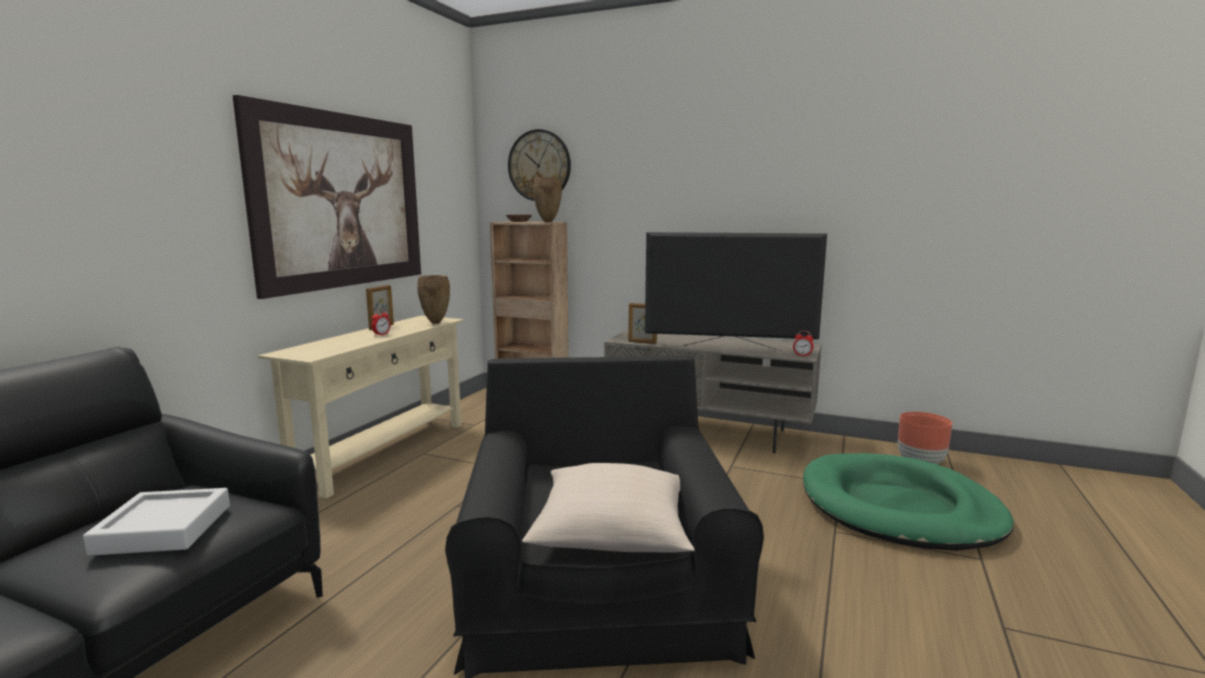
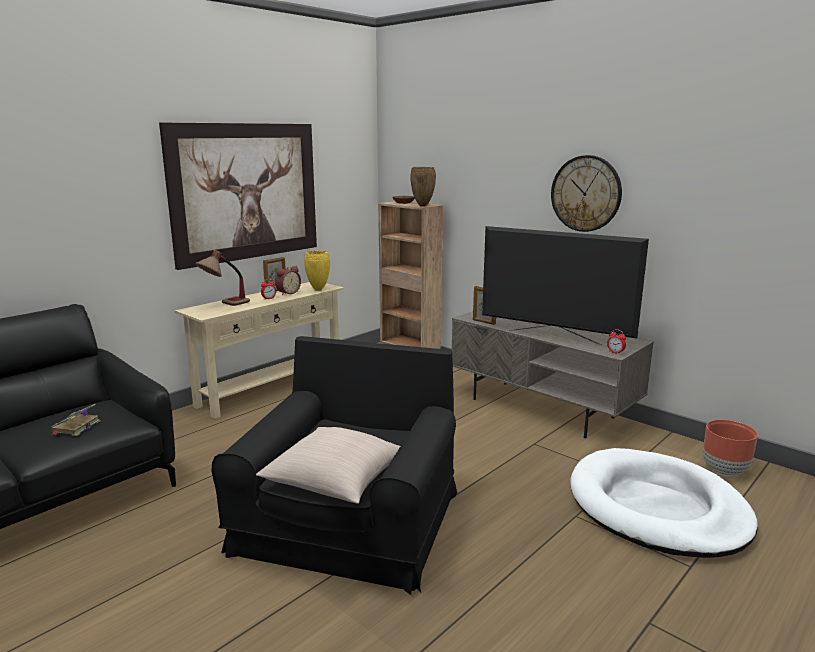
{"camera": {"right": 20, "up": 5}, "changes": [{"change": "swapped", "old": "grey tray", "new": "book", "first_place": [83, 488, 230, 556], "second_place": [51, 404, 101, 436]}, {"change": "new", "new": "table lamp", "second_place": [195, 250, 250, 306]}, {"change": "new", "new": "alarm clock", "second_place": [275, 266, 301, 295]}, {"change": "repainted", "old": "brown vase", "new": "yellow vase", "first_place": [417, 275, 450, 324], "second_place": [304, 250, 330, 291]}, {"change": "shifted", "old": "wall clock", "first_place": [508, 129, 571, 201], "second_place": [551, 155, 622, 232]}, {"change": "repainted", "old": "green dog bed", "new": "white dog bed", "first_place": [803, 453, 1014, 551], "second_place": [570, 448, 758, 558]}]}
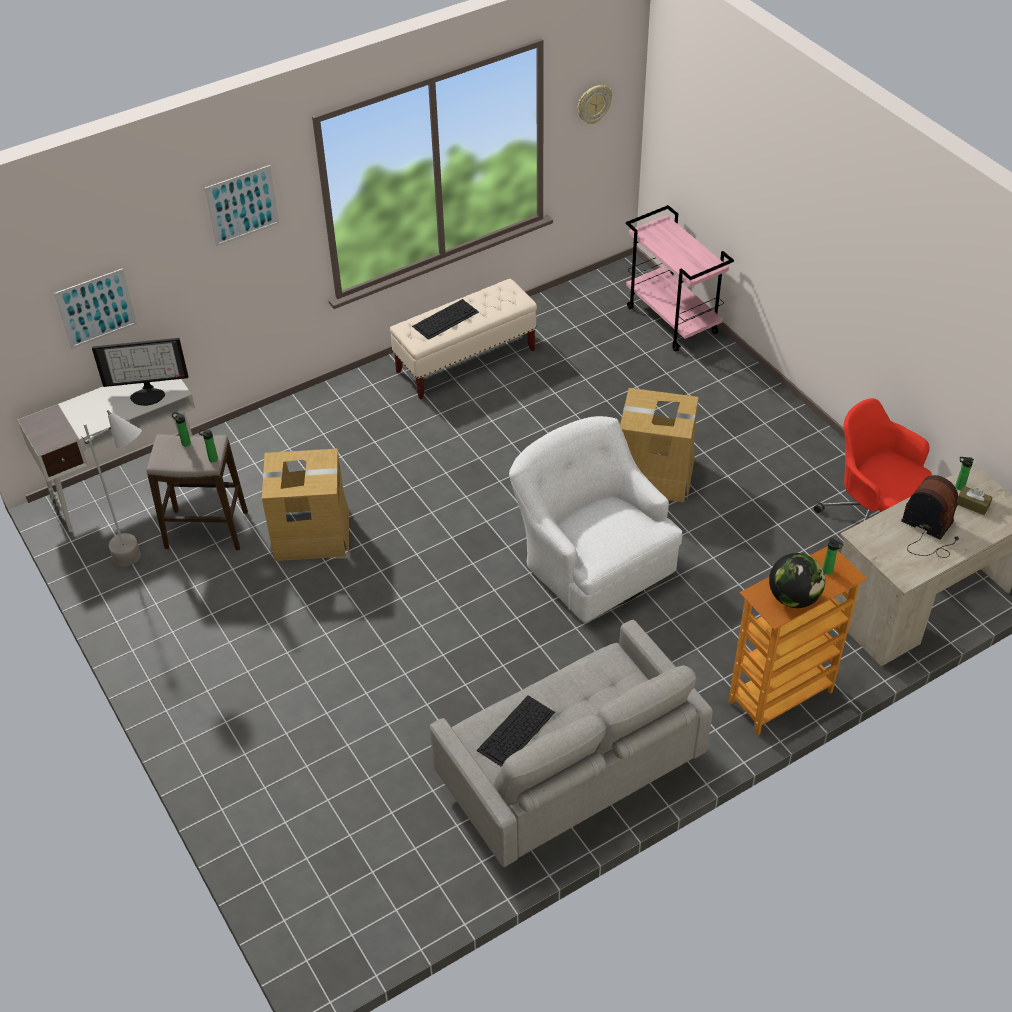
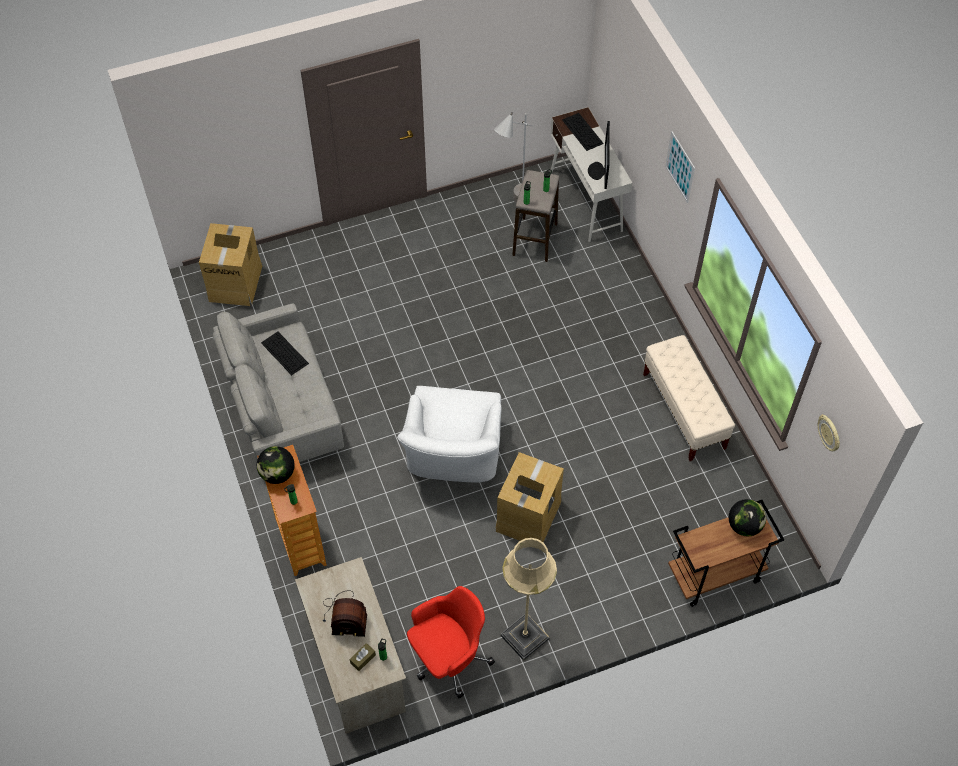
{"camera": {"right": 100, "up": 10}, "changes": [{"change": "shifted", "old": "cardboard box", "first_place": [262, 449, 349, 561], "second_place": [199, 223, 262, 306]}, {"change": "rotated", "old": "radio", "first_place": [902, 475, 959, 558], "second_place": [323, 591, 367, 637], "degrees": 45}, {"change": "rotated", "old": "white armchair", "first_place": [509, 416, 682, 623], "second_place": [397, 386, 501, 483], "degrees": 120}, {"change": "new", "new": "beige floor lamp", "second_place": [501, 538, 557, 661]}, {"change": "shifted", "old": "keyboard", "first_place": [412, 299, 479, 340], "second_place": [562, 113, 604, 151]}, {"change": "repainted", "old": "pink cart", "new": "brown cart", "first_place": [626, 205, 734, 352], "second_place": [668, 500, 784, 607]}, {"change": "new", "new": "globe", "second_place": [729, 499, 766, 536]}, {"change": "gone", "old": "picture", "first_place": [54, 268, 137, 349]}]}
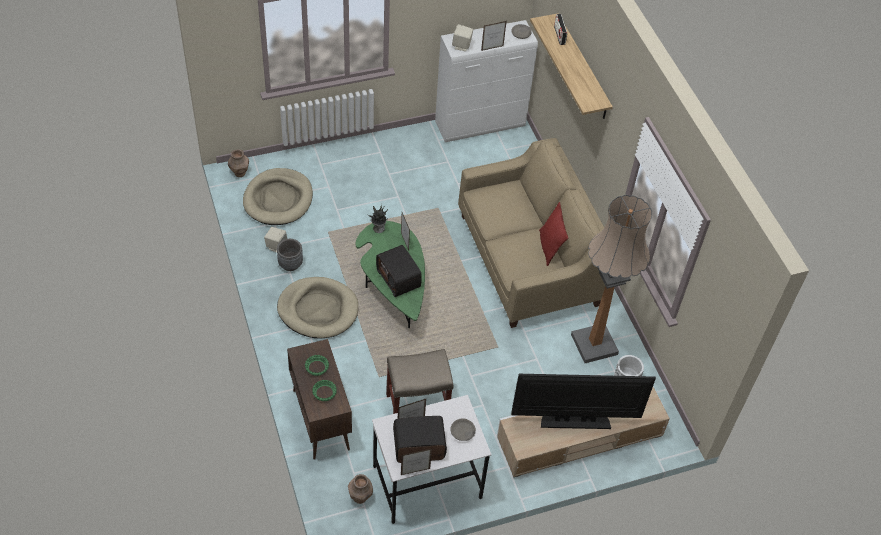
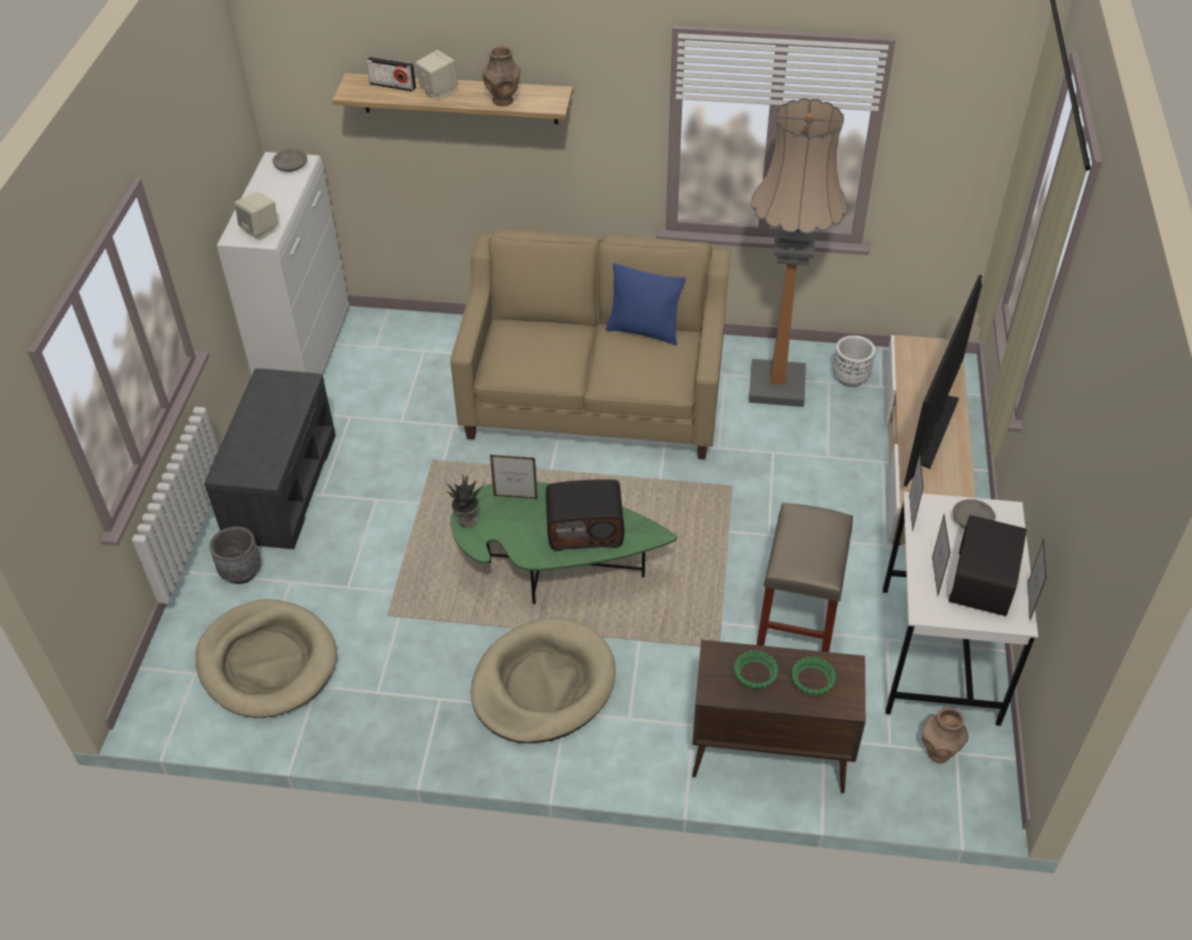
{"camera": {"right": -60, "up": -5}, "changes": [{"change": "new", "new": "grey bench", "second_place": [204, 368, 336, 549]}, {"change": "shifted", "old": "grey planter", "first_place": [277, 239, 303, 271], "second_place": [210, 526, 261, 584]}, {"change": "shifted", "old": "beige speaker", "first_place": [264, 227, 287, 253], "second_place": [415, 50, 458, 100]}, {"change": "shifted", "old": "brown vase", "first_place": [228, 149, 249, 177], "second_place": [482, 45, 521, 106]}, {"change": "repainted", "old": "red pillow", "new": "blue pillow", "first_place": [539, 202, 568, 266], "second_place": [606, 263, 686, 346]}, {"change": "shifted", "old": "picture frame", "first_place": [481, 21, 507, 51], "second_place": [909, 453, 924, 532]}]}
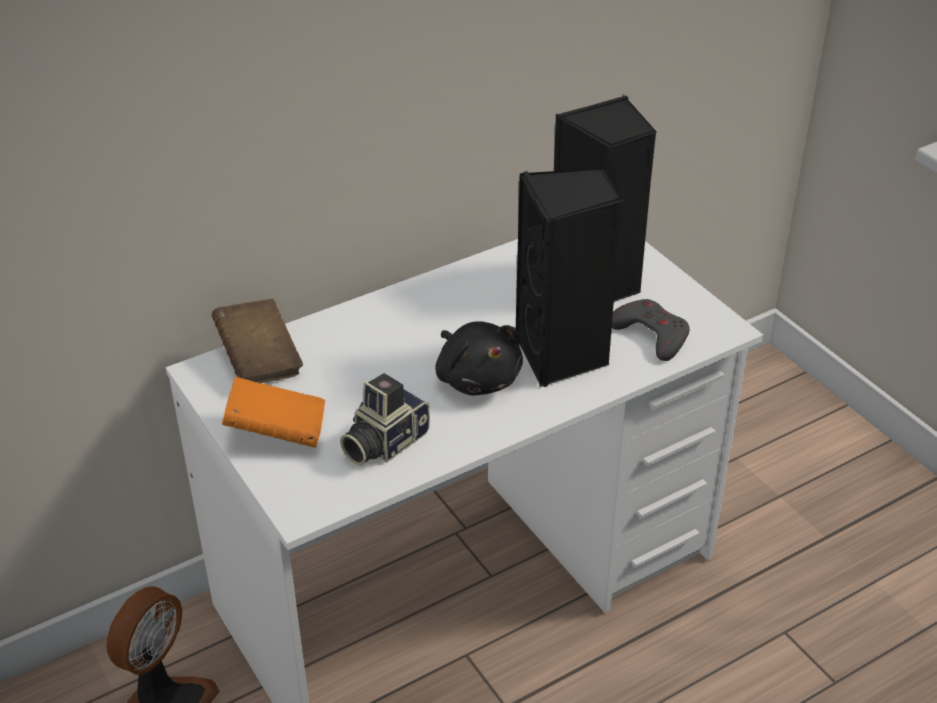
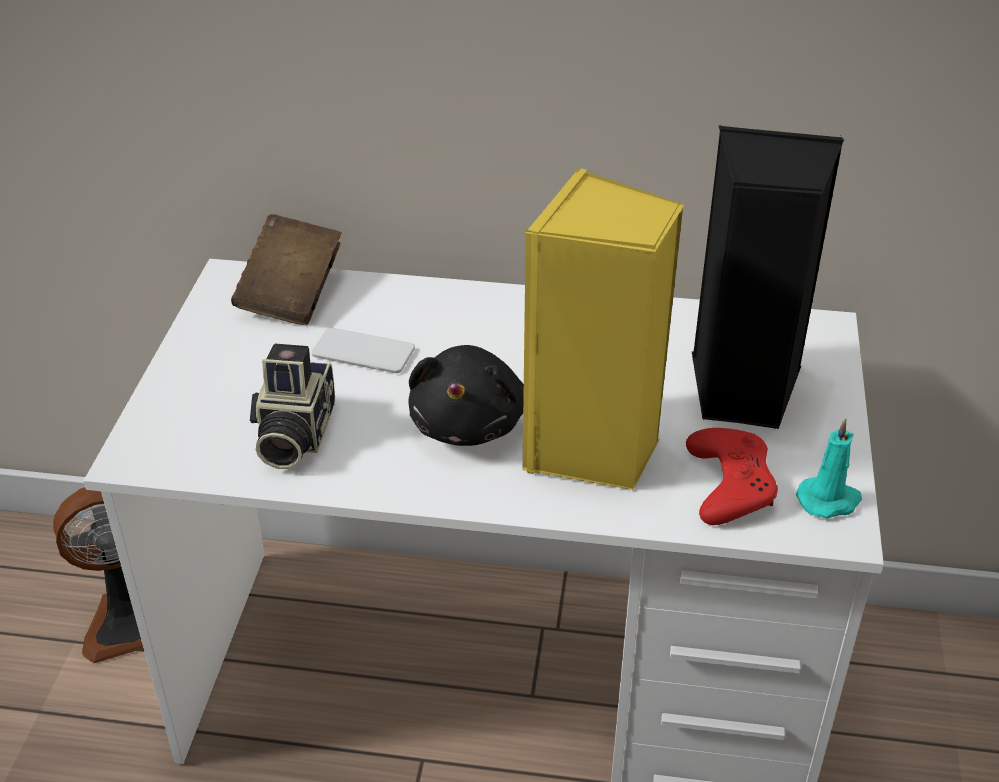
{"camera": {"right": 40, "up": 0}, "changes": [{"change": "rotated", "old": "photo camera", "first_place": [340, 373, 430, 465], "second_place": [250, 343, 335, 469], "degrees": -75}, {"change": "new", "new": "phone", "second_place": [311, 328, 415, 373]}, {"change": "repainted", "old": "black speaker", "new": "yellow speaker", "first_place": [516, 168, 623, 387], "second_place": [522, 168, 684, 490]}, {"change": "repainted", "old": "grey game controller", "new": "red game controller", "first_place": [612, 299, 690, 361], "second_place": [686, 428, 778, 525]}, {"change": "new", "new": "turquoise candle", "second_place": [796, 419, 862, 519]}, {"change": "gone", "old": "orange book", "first_place": [222, 377, 325, 448]}]}
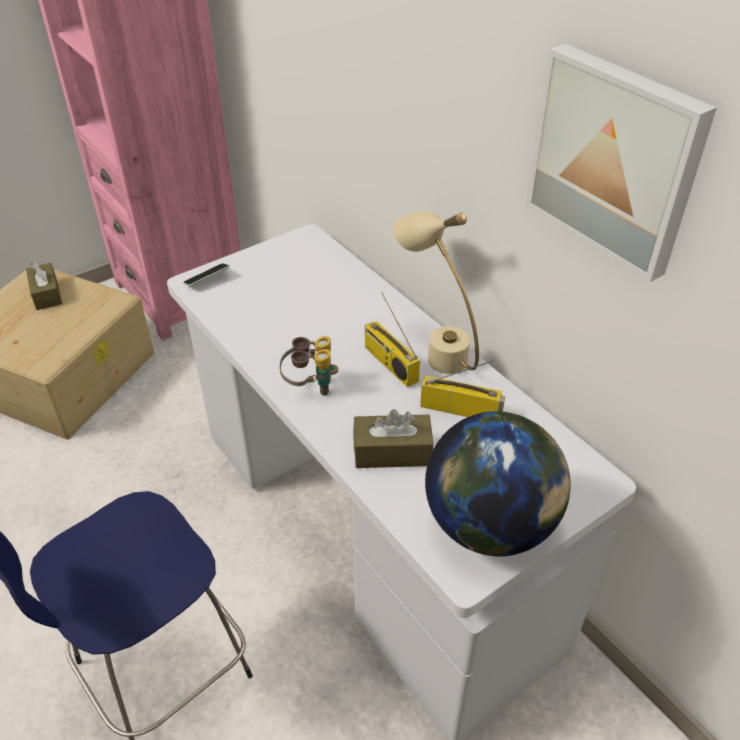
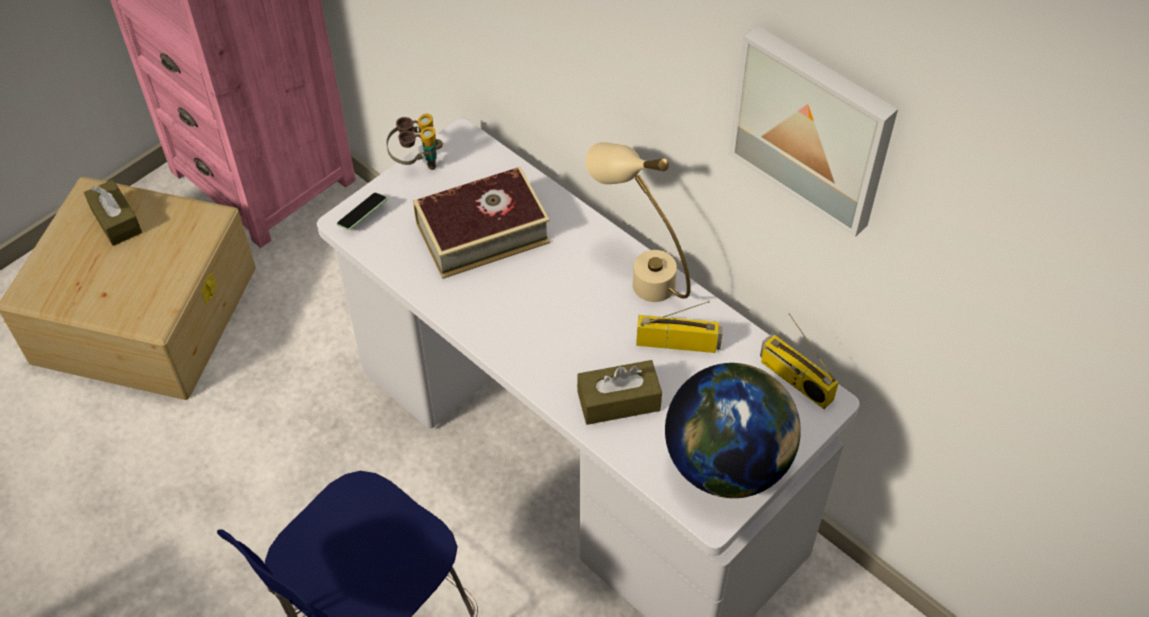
{"camera": {"right": -10, "up": 10}, "changes": [{"change": "shifted", "old": "binoculars", "first_place": [280, 336, 338, 396], "second_place": [386, 114, 443, 170]}, {"change": "new", "new": "book", "second_place": [413, 167, 550, 279]}, {"change": "shifted", "old": "radio", "first_place": [365, 292, 420, 387], "second_place": [760, 313, 839, 409]}]}
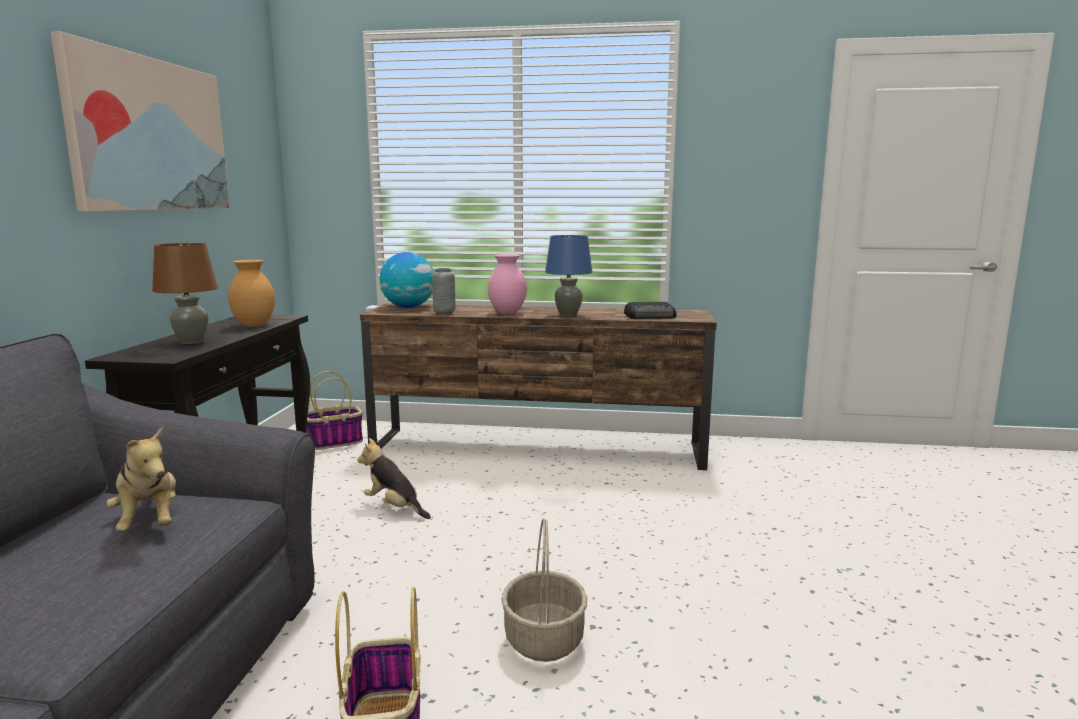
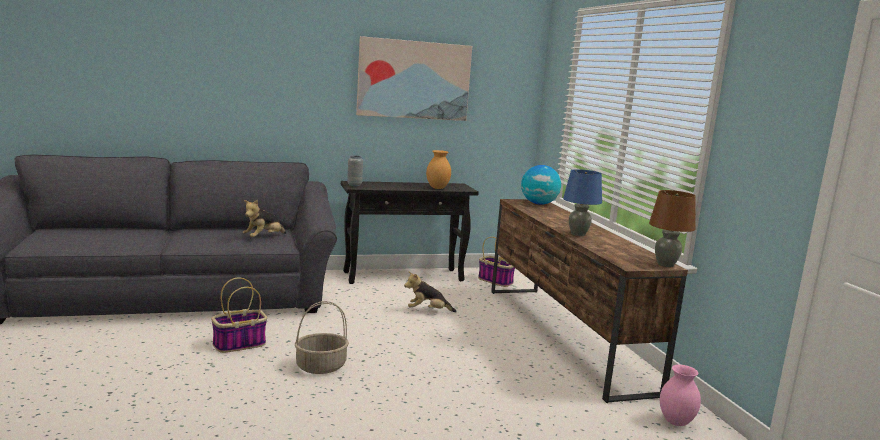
{"camera": {"right": 65, "up": 0}, "changes": [{"change": "shifted", "old": "grey vase", "first_place": [432, 268, 456, 315], "second_place": [347, 155, 363, 186]}, {"change": "rotated", "old": "plush toy", "first_place": [357, 438, 431, 519], "second_place": [404, 271, 456, 312], "degrees": -105}, {"change": "shifted", "old": "brown table lamp", "first_place": [152, 243, 218, 344], "second_place": [649, 190, 696, 267]}, {"change": "shifted", "old": "pink vase", "first_place": [488, 254, 527, 314], "second_place": [660, 365, 701, 426]}, {"change": "gone", "old": "radio", "first_place": [624, 302, 677, 319]}]}
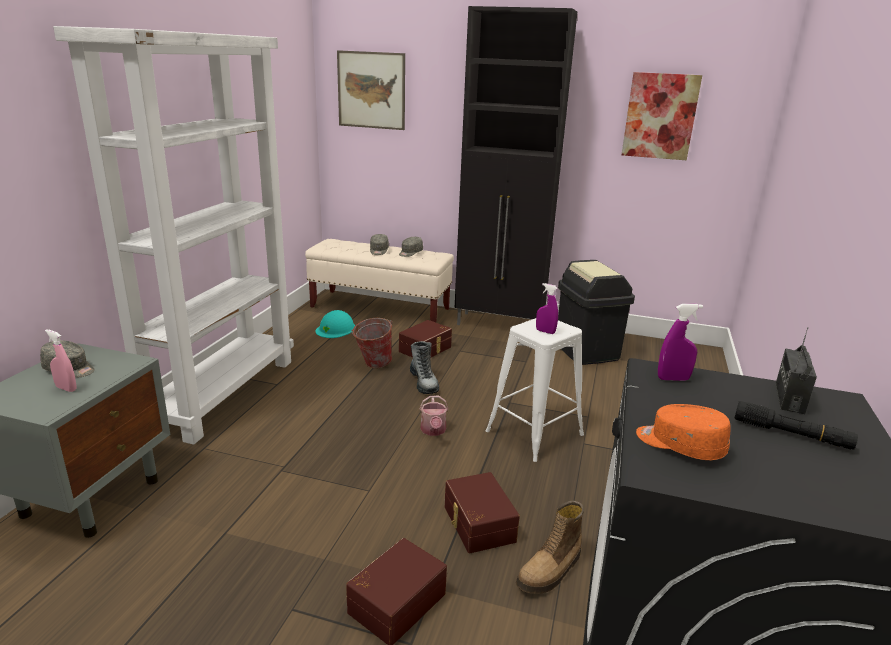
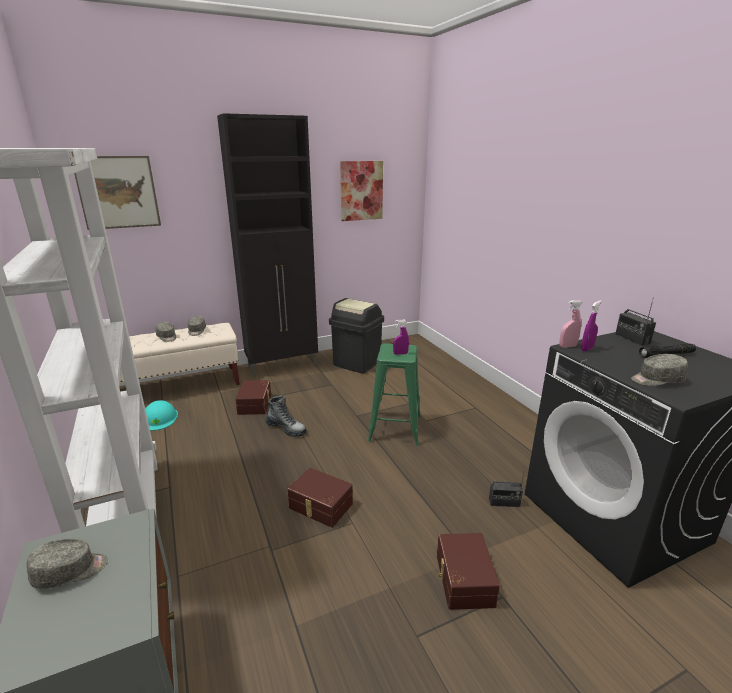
{"camera": {"right": -40, "up": 0}, "changes": [{"change": "shifted", "old": "brown storage box", "first_place": [445, 472, 520, 553], "second_place": [287, 468, 353, 528]}, {"change": "repainted", "old": "white stool", "new": "green stool", "first_place": [485, 318, 584, 462], "second_place": [368, 343, 421, 446]}, {"change": "swapped", "old": "boot", "new": "radio", "first_place": [516, 501, 584, 594], "second_place": [489, 473, 524, 507]}, {"change": "shifted", "old": "pink spray bottle", "first_place": [45, 329, 76, 392], "second_place": [559, 300, 583, 348]}, {"change": "repainted", "old": "orange cap", "new": "grey cap", "first_place": [636, 404, 731, 460], "second_place": [631, 354, 688, 386]}, {"change": "gone", "old": "bucket", "first_place": [351, 318, 392, 369]}, {"change": "gone", "old": "watering can", "first_place": [420, 396, 448, 436]}]}
